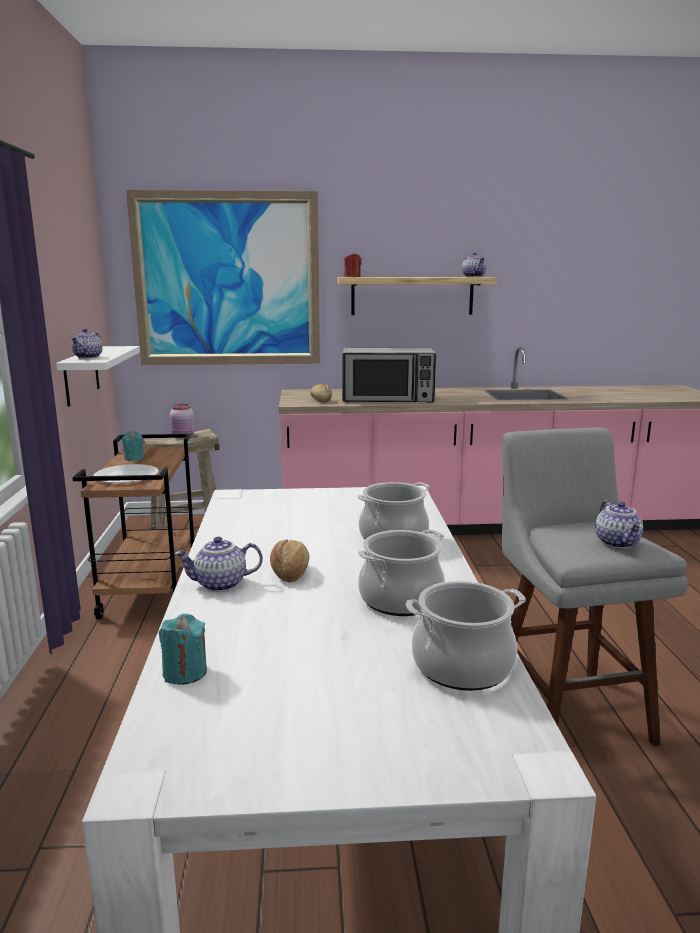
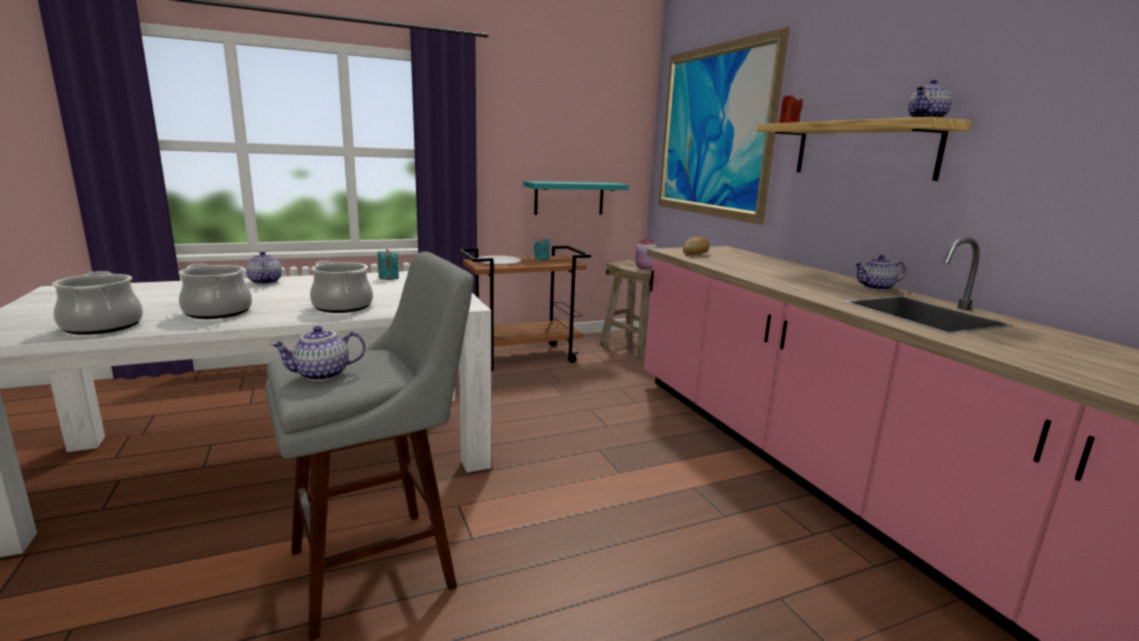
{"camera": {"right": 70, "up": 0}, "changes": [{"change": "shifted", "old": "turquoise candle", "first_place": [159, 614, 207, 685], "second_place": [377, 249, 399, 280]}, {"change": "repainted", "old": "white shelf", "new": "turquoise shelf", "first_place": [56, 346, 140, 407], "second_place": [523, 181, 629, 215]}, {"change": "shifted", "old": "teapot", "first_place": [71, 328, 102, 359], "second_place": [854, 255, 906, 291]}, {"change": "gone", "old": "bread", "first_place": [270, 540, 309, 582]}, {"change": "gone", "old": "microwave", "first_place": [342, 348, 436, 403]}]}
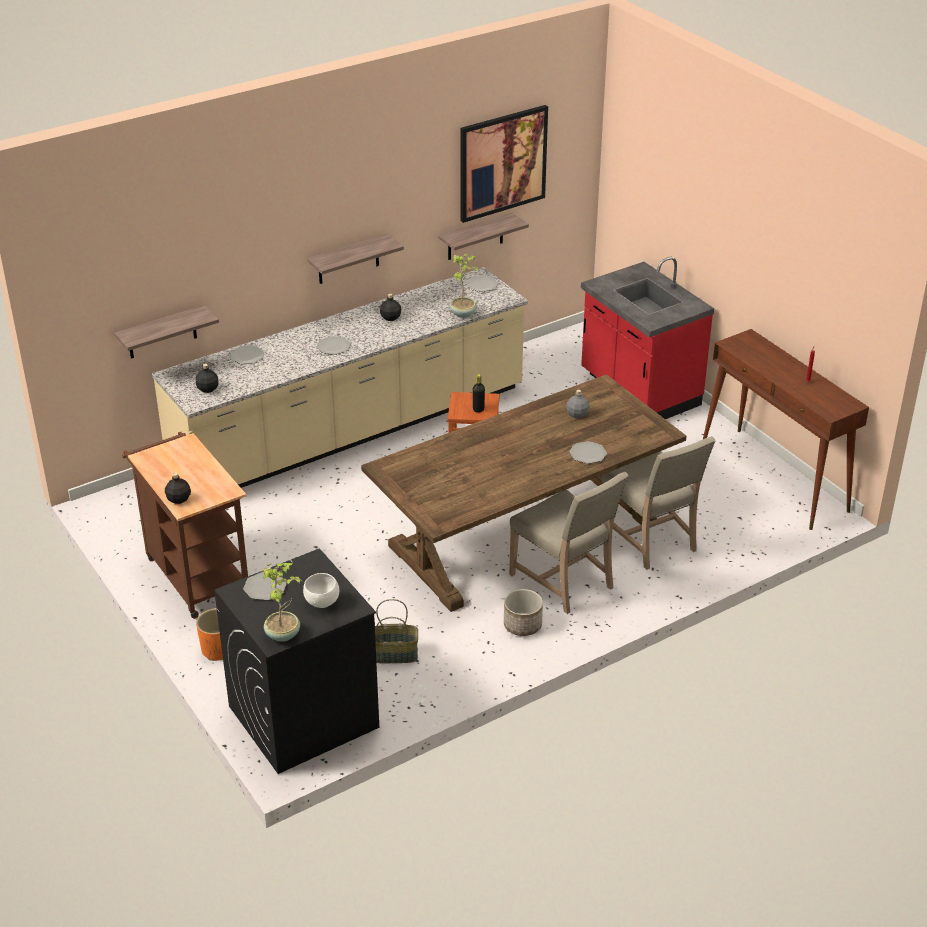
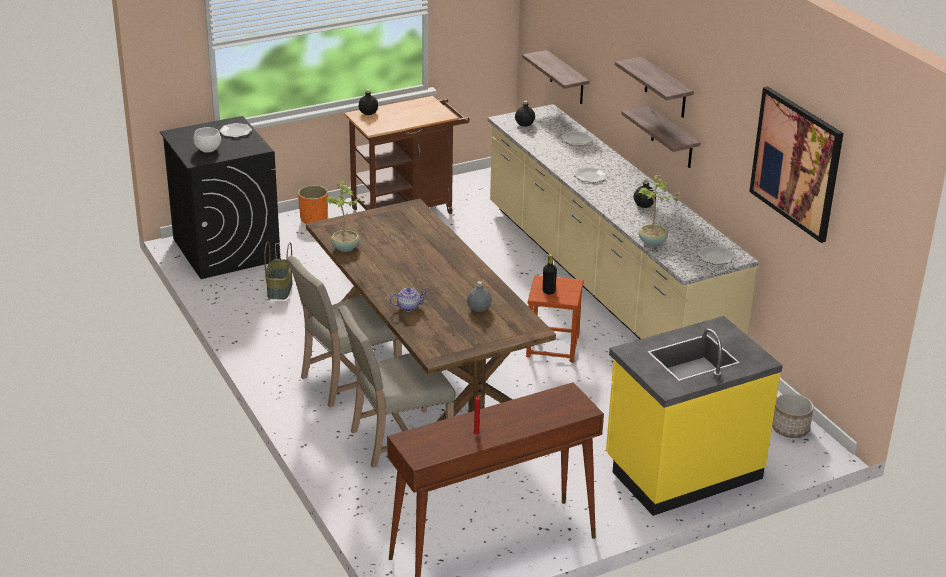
{"camera": {"right": 95, "up": -5}, "changes": [{"change": "shifted", "old": "potted plant", "first_place": [263, 563, 303, 642], "second_place": [325, 181, 368, 252]}, {"change": "swapped", "old": "plate", "new": "teapot", "first_place": [569, 441, 607, 464], "second_place": [390, 288, 427, 311]}, {"change": "repainted", "old": "red counter", "new": "yellow counter", "first_place": [581, 257, 714, 419], "second_place": [606, 316, 783, 516]}, {"change": "shifted", "old": "shelf", "first_place": [438, 213, 529, 260], "second_place": [615, 57, 694, 118]}, {"change": "shifted", "old": "planter", "first_place": [504, 589, 543, 636], "second_place": [772, 393, 814, 438]}]}
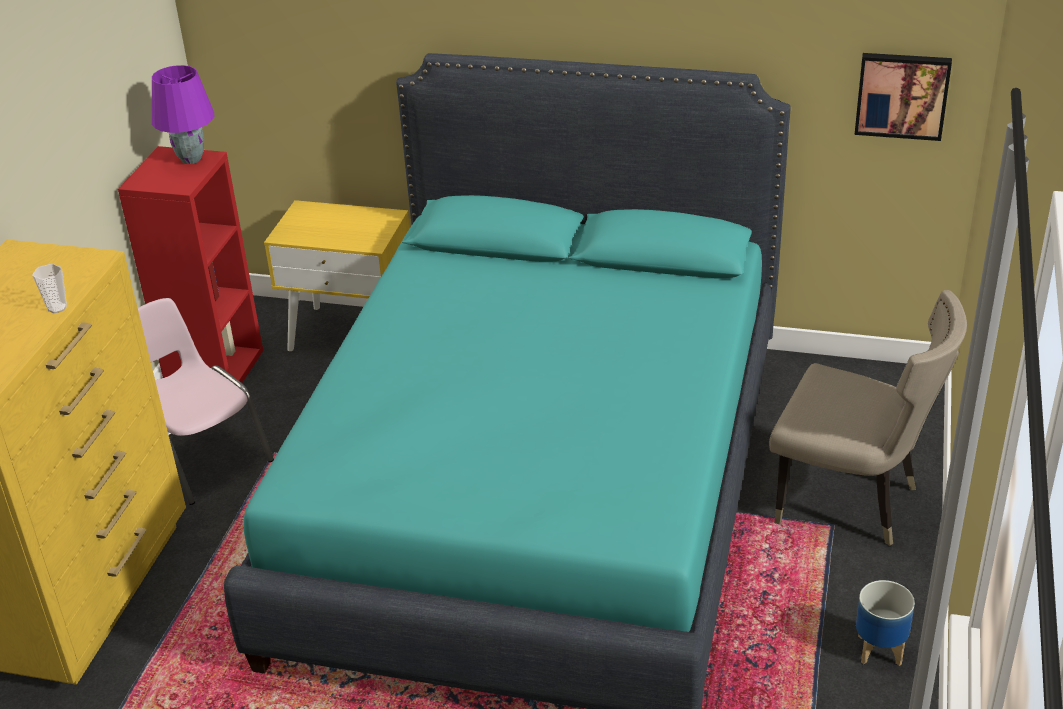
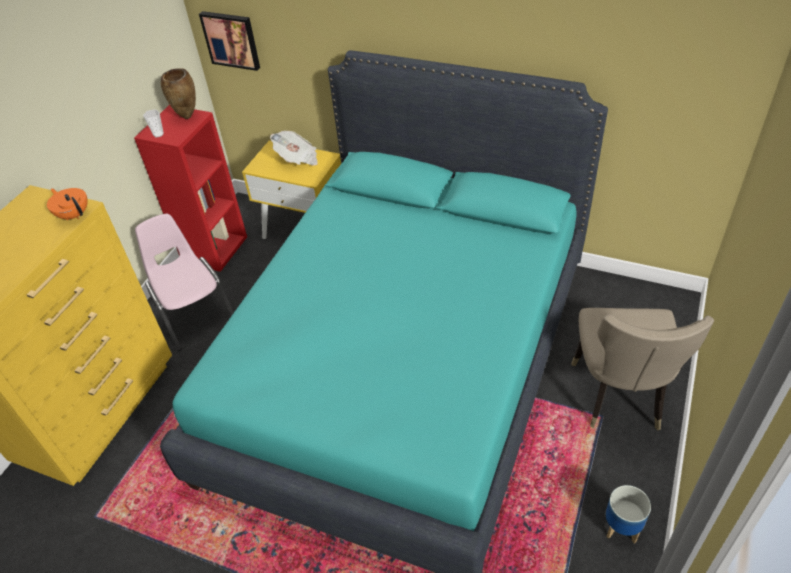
{"camera": {"right": 10, "up": 10}, "changes": [{"change": "new", "new": "orange teapot", "second_place": [47, 188, 88, 220]}, {"change": "shifted", "old": "cup", "first_place": [32, 264, 67, 313], "second_place": [143, 109, 164, 137]}, {"change": "swapped", "old": "purple table lamp", "new": "brown vase", "first_place": [152, 65, 215, 164], "second_place": [161, 68, 196, 119]}, {"change": "shifted", "old": "picture", "first_place": [855, 53, 952, 141], "second_place": [199, 11, 260, 71]}, {"change": "new", "new": "newspaper", "second_place": [270, 131, 318, 166]}, {"change": "rotated", "old": "beige chair", "first_place": [769, 290, 967, 546], "second_place": [571, 308, 714, 431], "degrees": 60}]}
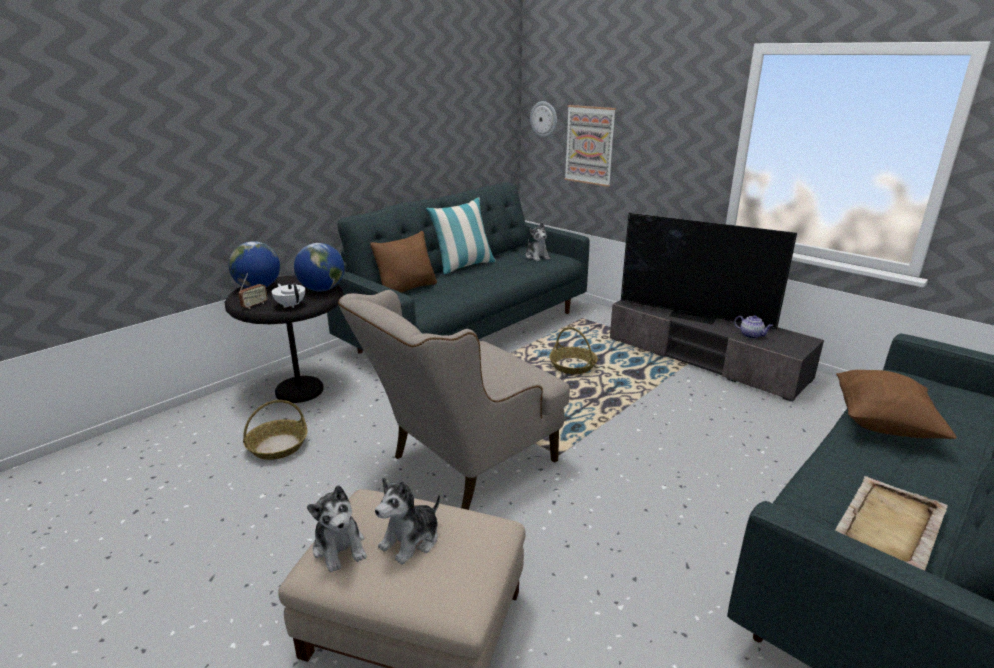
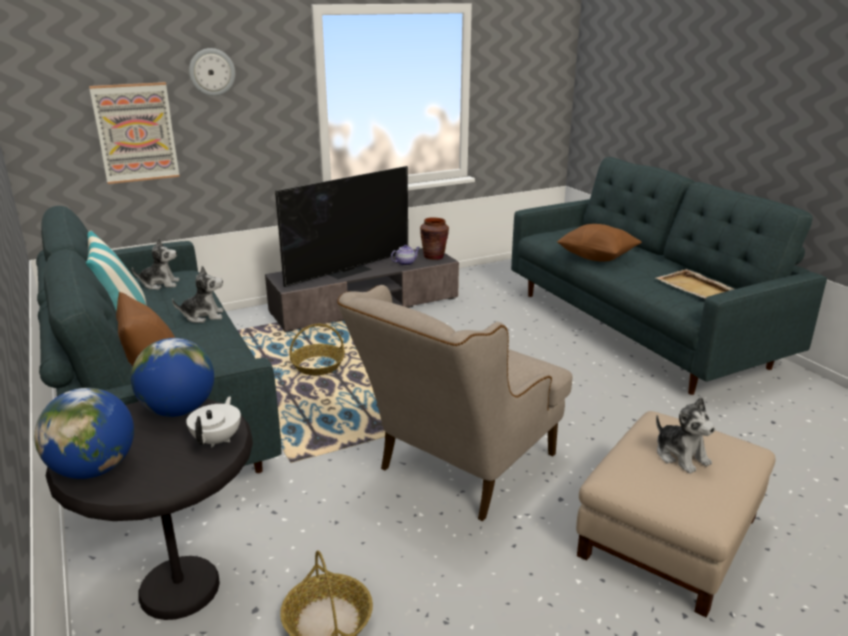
{"camera": {"right": -70, "up": 0}, "changes": [{"change": "shifted", "old": "plush toy", "first_place": [307, 485, 367, 572], "second_place": [172, 266, 223, 323]}, {"change": "rotated", "old": "white teapot", "first_place": [272, 283, 305, 308], "second_place": [186, 396, 241, 448], "degrees": 120}, {"change": "shifted", "old": "wall clock", "first_place": [530, 101, 557, 138], "second_place": [189, 48, 235, 96]}, {"change": "rotated", "old": "beige armchair", "first_place": [338, 290, 570, 510], "second_place": [337, 285, 572, 521], "degrees": 60}, {"change": "new", "new": "brown vase", "second_place": [420, 218, 449, 260]}, {"change": "gone", "old": "radio", "first_place": [238, 273, 268, 309]}]}
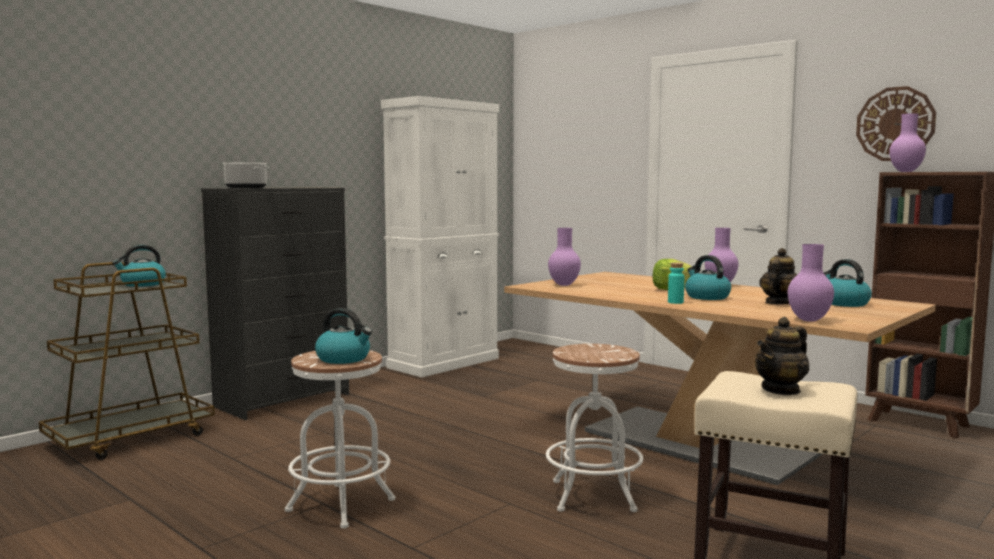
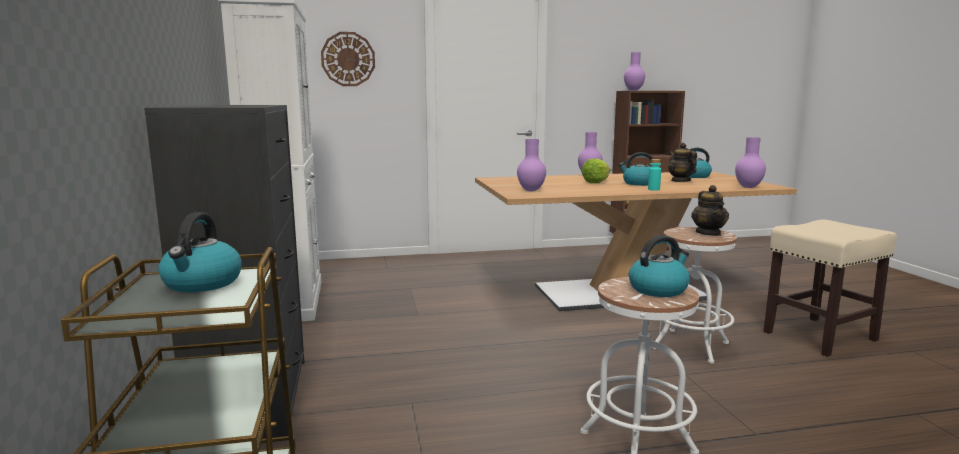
{"camera": {"right": -55, "up": 5}, "changes": [{"change": "shifted", "old": "wall clock", "first_place": [856, 86, 936, 161], "second_place": [321, 32, 375, 86]}, {"change": "shifted", "old": "teapot", "first_place": [755, 317, 810, 396], "second_place": [691, 185, 729, 236]}, {"change": "gone", "old": "cooking pot", "first_place": [222, 163, 269, 188]}]}
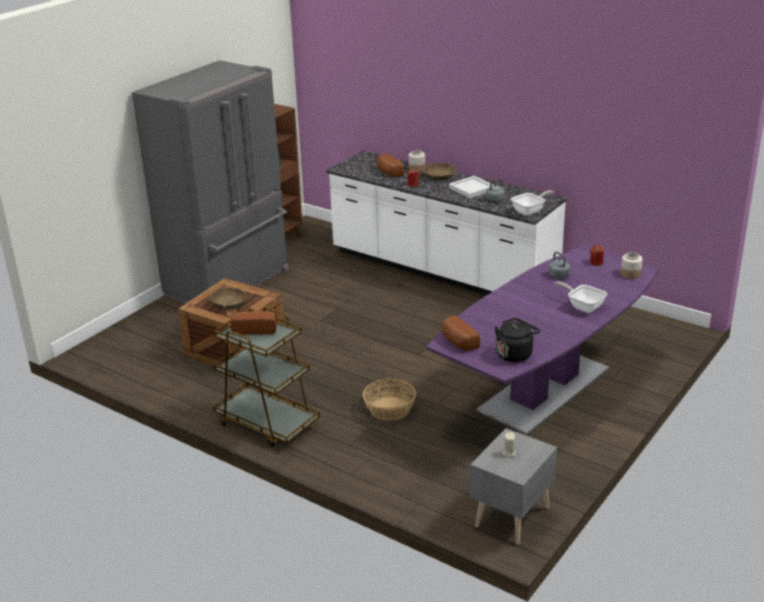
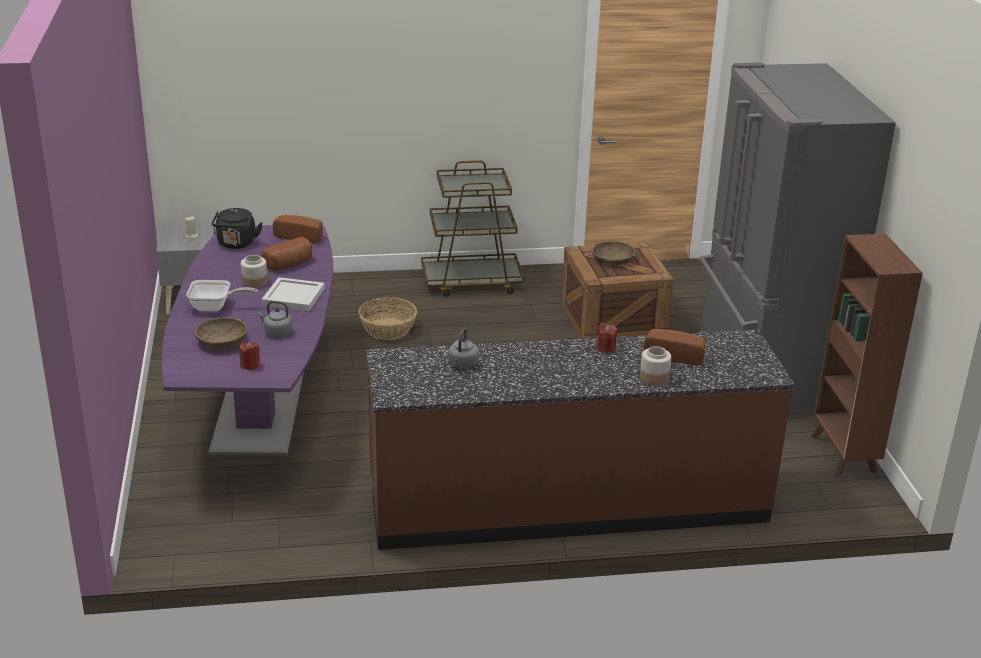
{"camera": {"right": 135, "up": 0}, "changes": [{"change": "shifted", "old": "brown bowl", "first_place": [421, 163, 455, 181], "second_place": [195, 317, 247, 350]}, {"change": "shifted", "old": "jar", "first_place": [621, 252, 643, 279], "second_place": [241, 255, 268, 288]}, {"change": "shifted", "old": "bread", "first_place": [230, 311, 277, 335], "second_place": [262, 237, 312, 271]}, {"change": "shifted", "old": "white tray", "first_place": [449, 176, 493, 198], "second_place": [262, 277, 325, 311]}, {"change": "repainted", "old": "white counter", "new": "brown counter", "first_place": [326, 151, 567, 295], "second_place": [366, 330, 795, 550]}, {"change": "gone", "old": "frying pan", "first_place": [511, 190, 553, 216]}]}
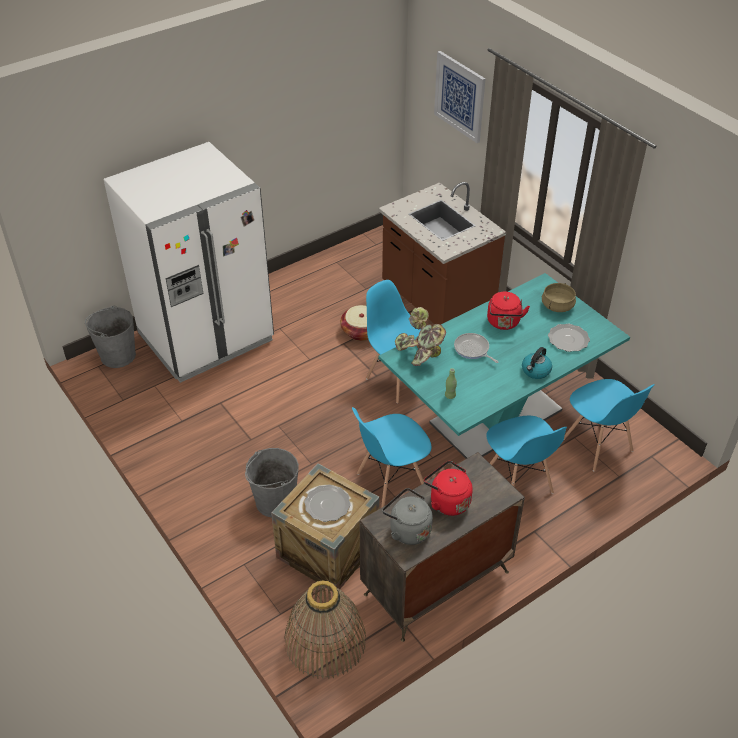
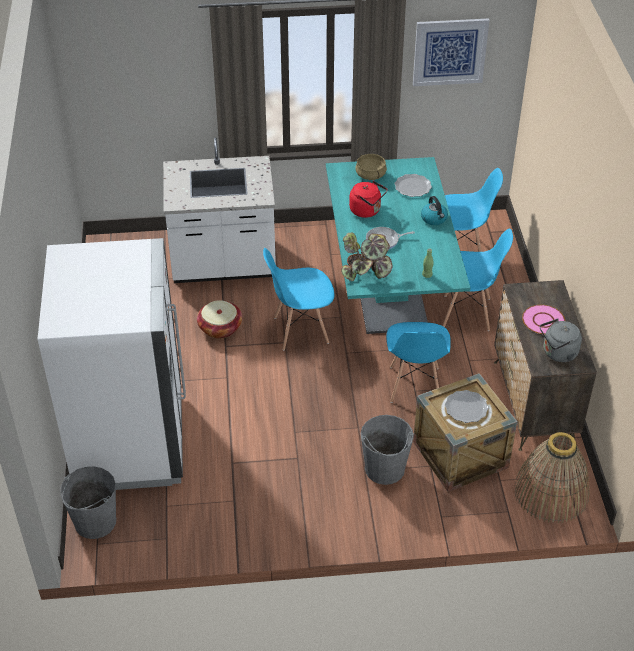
{"camera": {"right": -60, "up": 0}, "changes": [{"change": "repainted", "old": "brown counter", "new": "white counter", "first_place": [379, 182, 506, 325], "second_place": [163, 137, 276, 283]}, {"change": "shifted", "old": "picture", "first_place": [434, 51, 485, 143], "second_place": [413, 18, 489, 86]}, {"change": "swapped", "old": "red kettle", "new": "pink plate", "first_place": [424, 461, 473, 516], "second_place": [522, 305, 565, 334]}]}
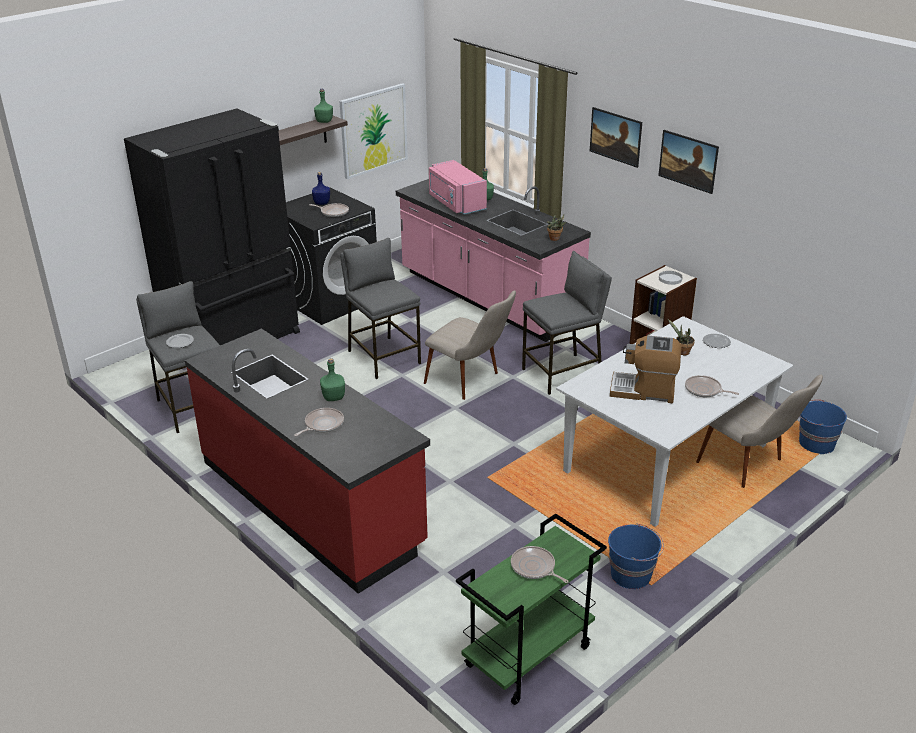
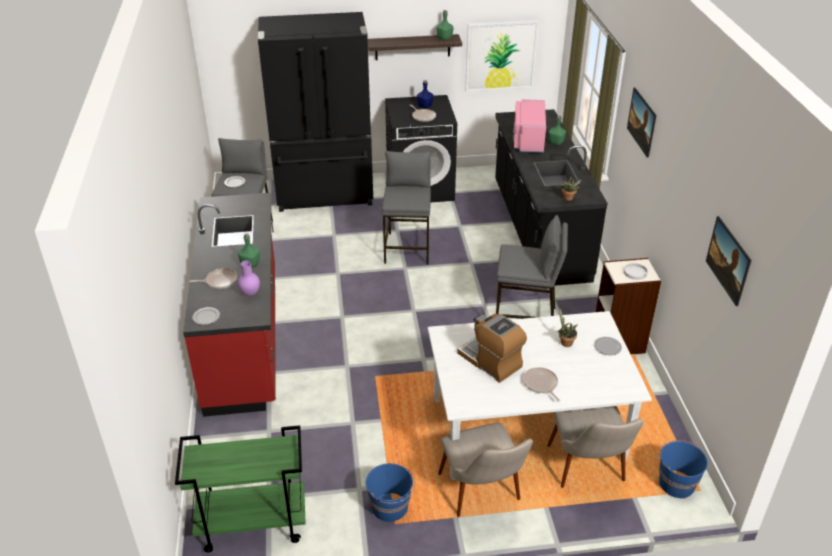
{"camera": {"right": 35, "up": 5}, "changes": [{"change": "new", "new": "plate", "second_place": [192, 307, 220, 325]}, {"change": "new", "new": "purple vase", "second_place": [238, 260, 260, 296]}, {"change": "shifted", "old": "beige chair", "first_place": [424, 290, 516, 400], "second_place": [438, 423, 533, 518]}, {"change": "repainted", "old": "pink counter", "new": "black counter", "first_place": [396, 179, 591, 342], "second_place": [495, 109, 608, 286]}, {"change": "shifted", "old": "picture", "first_place": [658, 130, 719, 194], "second_place": [706, 216, 751, 306]}, {"change": "gone", "old": "frying pan", "first_place": [511, 546, 569, 583]}]}
